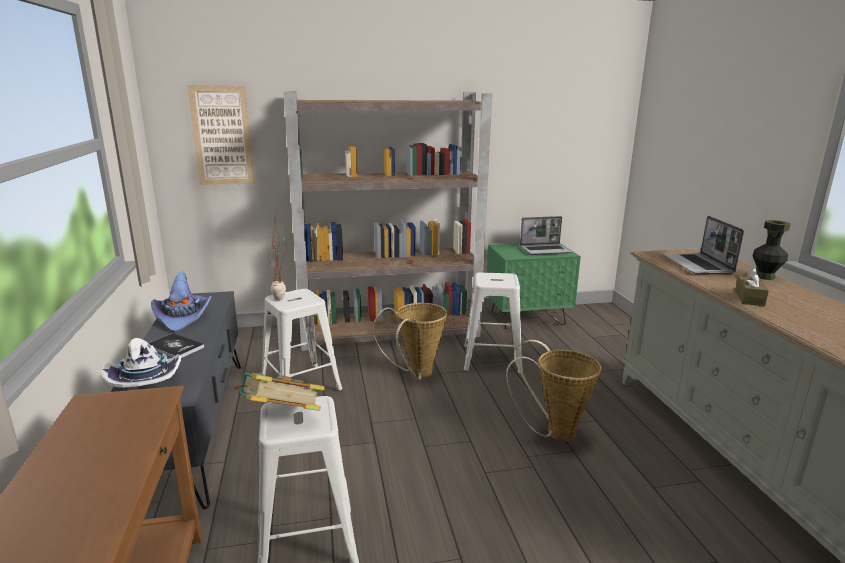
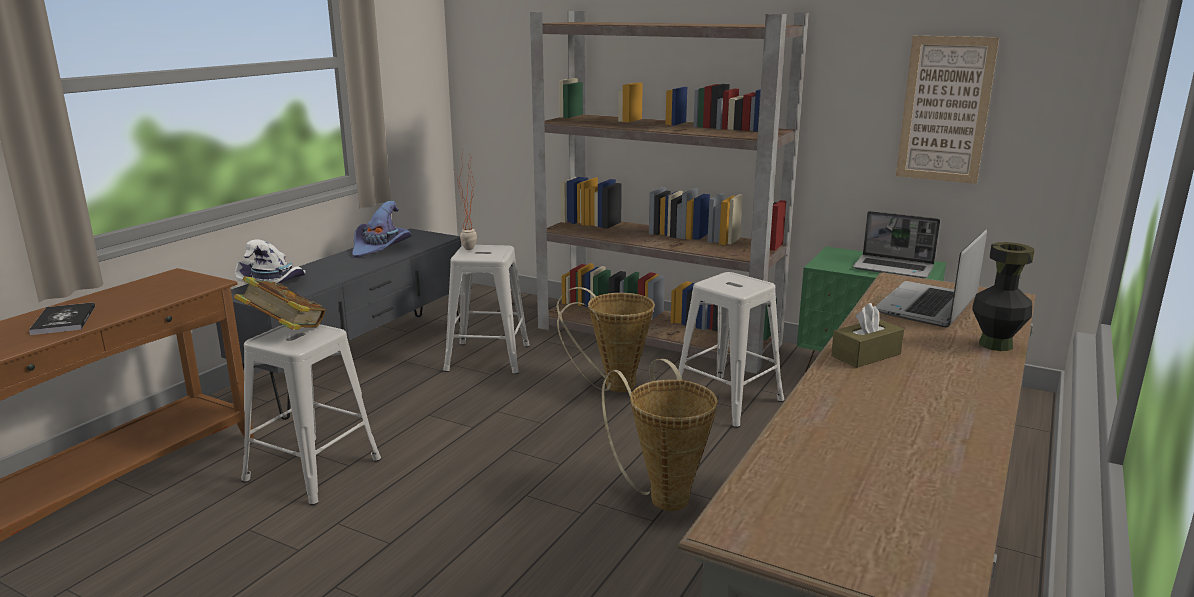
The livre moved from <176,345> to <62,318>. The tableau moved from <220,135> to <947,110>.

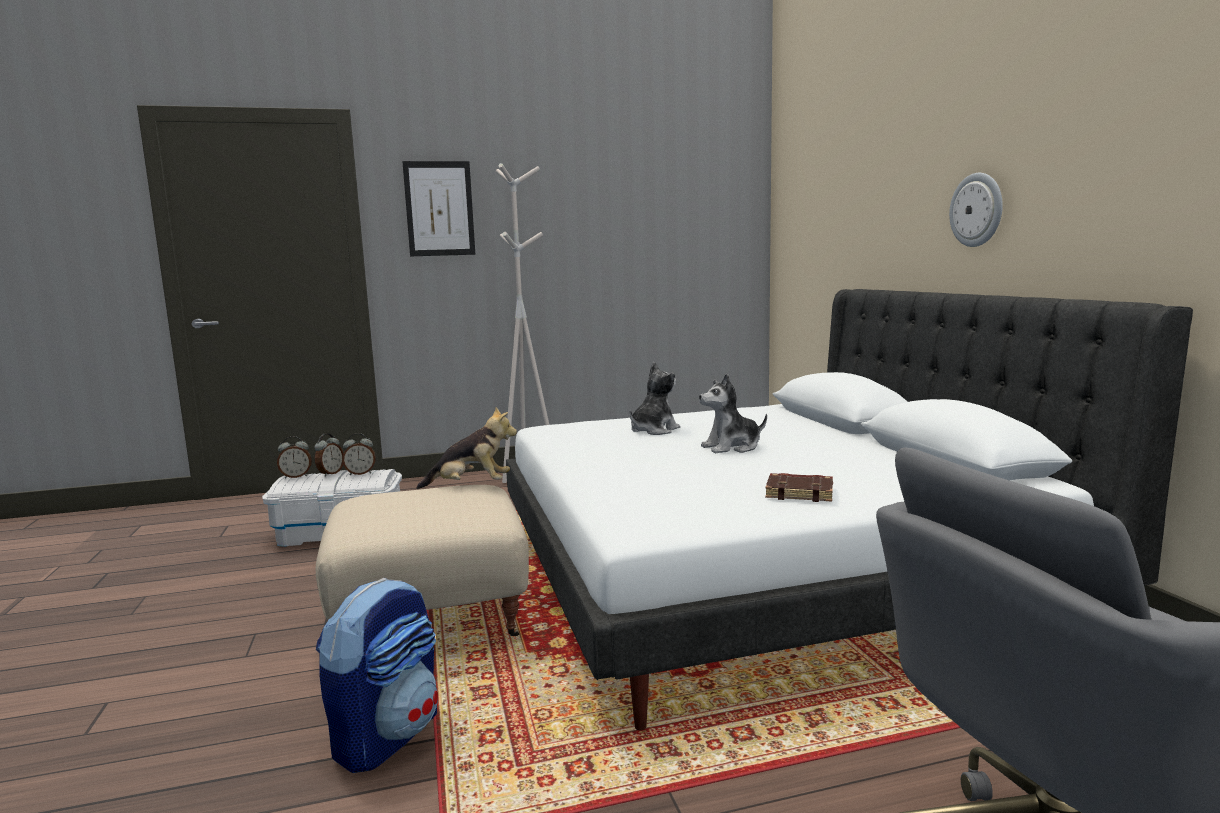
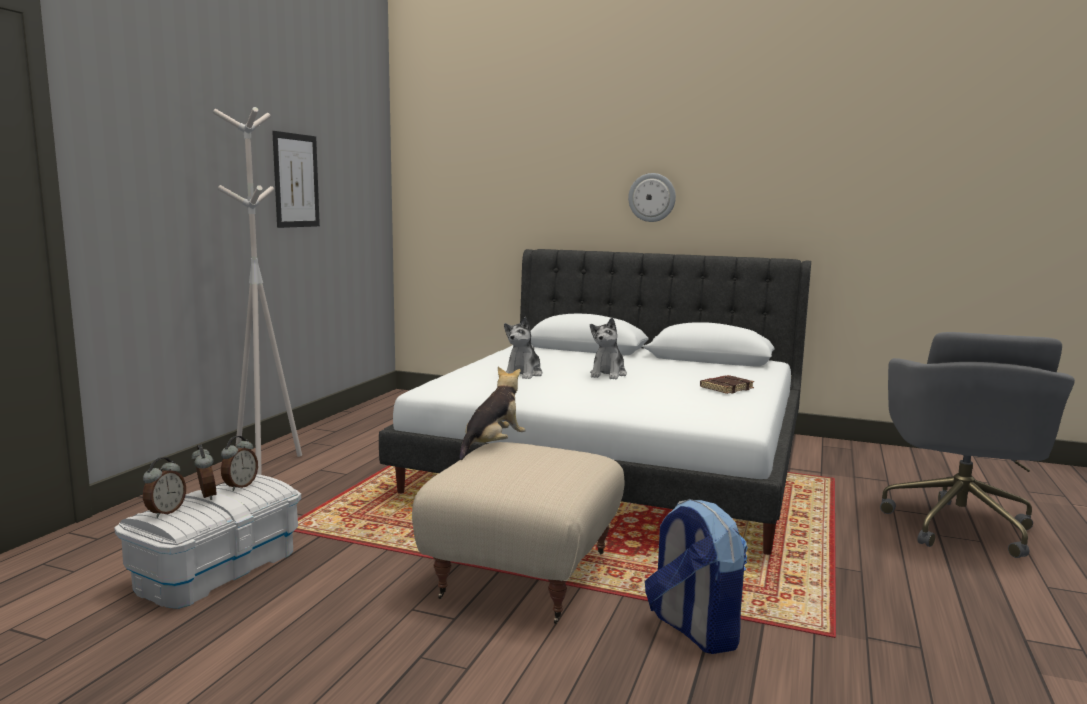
The tableau moved from <438,208> to <296,179>. The peluche at <654,398> turned 150 degrees counterclockwise.

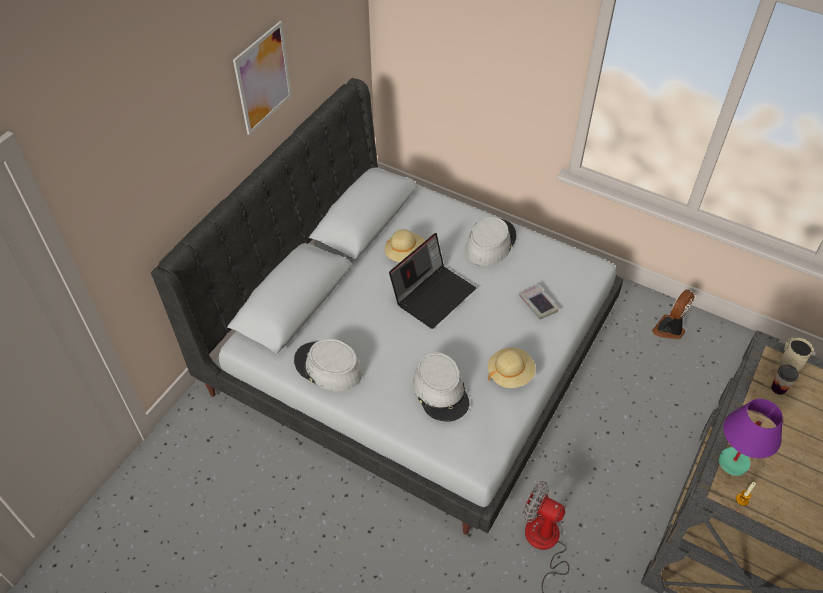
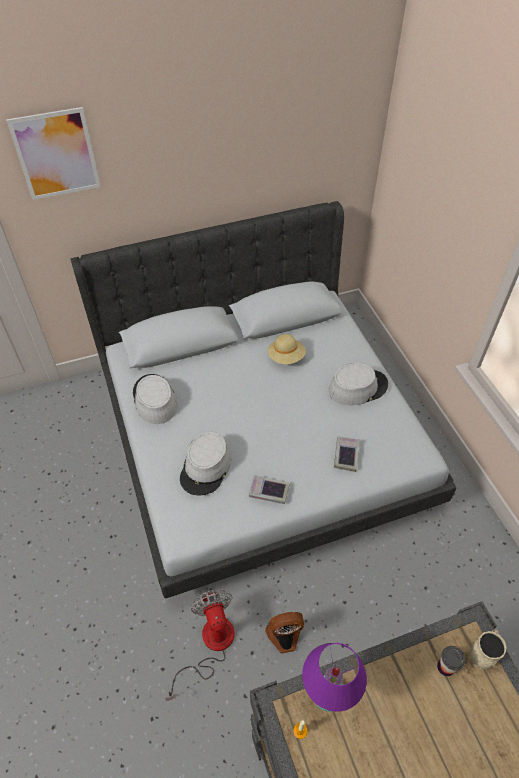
The tableau moved from <262,78> to <53,153>. The chapeau [beige] at <512,368> was replaced by the livre at <269,489>. The ventilateur moved from <673,315> to <284,633>. The ordinateur portable at <432,281> disappeared.

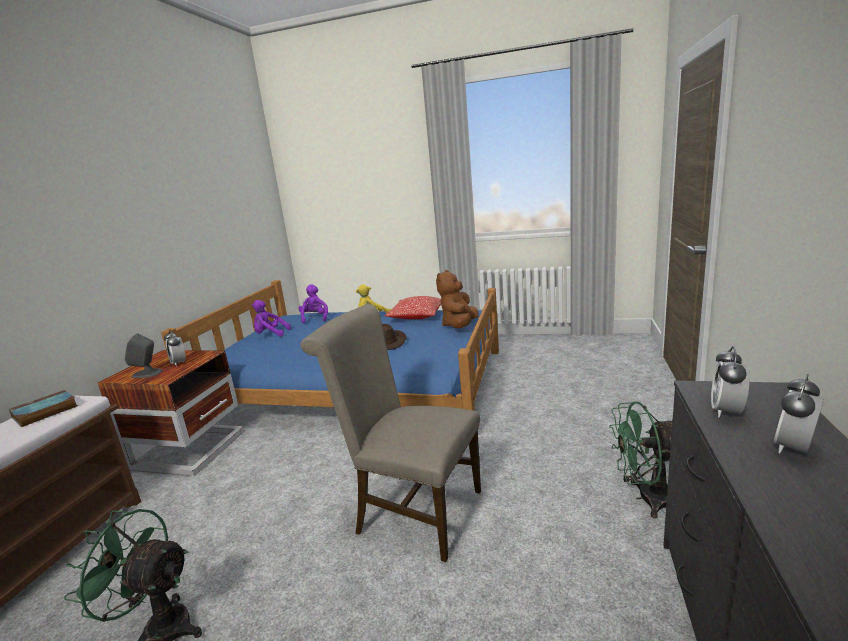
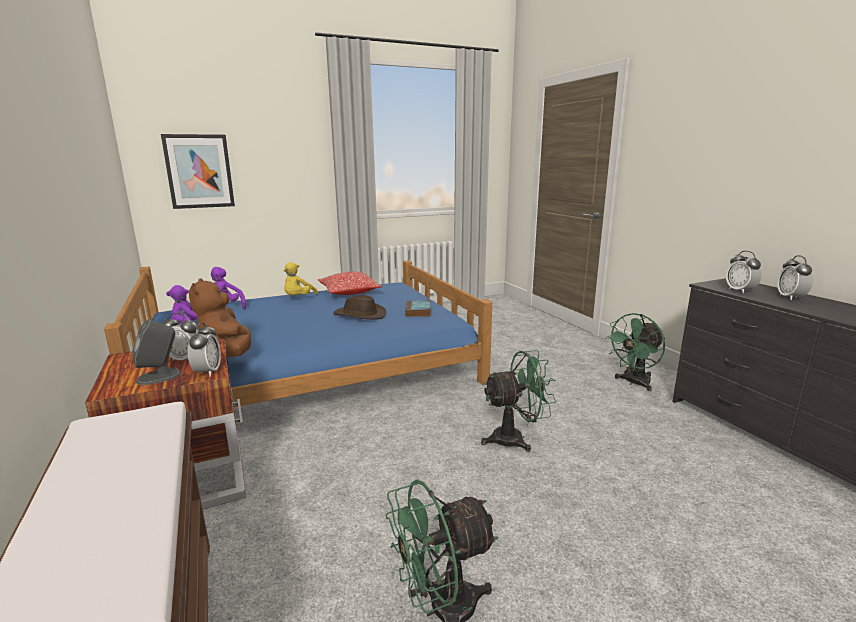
The tableau at <198,171> appeared. The réveil at <204,349> appeared. The peluche [marron] moved from <457,299> to <220,317>. The livre moved from <43,408> to <418,308>. The chaise [beige] at <390,433> was replaced by the ventilateur [vert] at <518,401>.

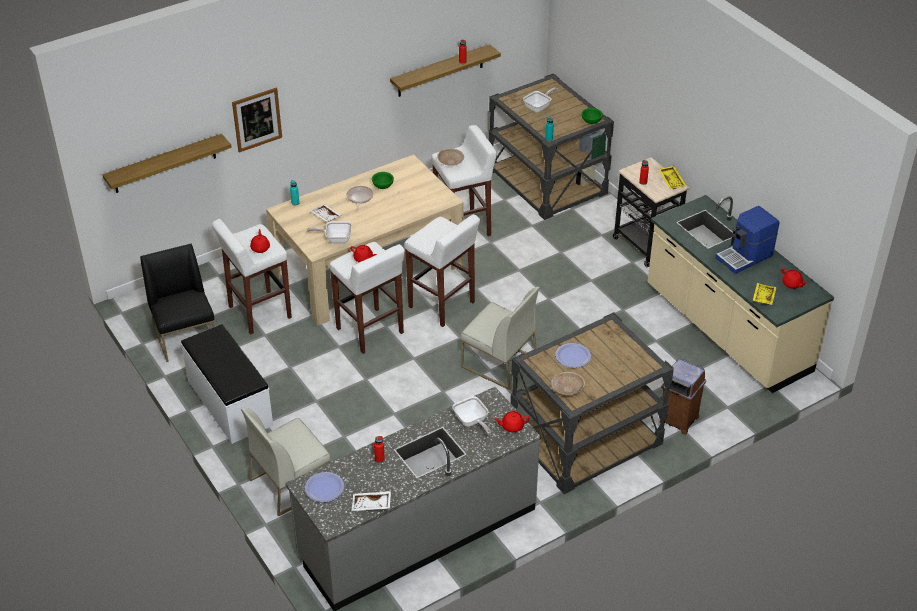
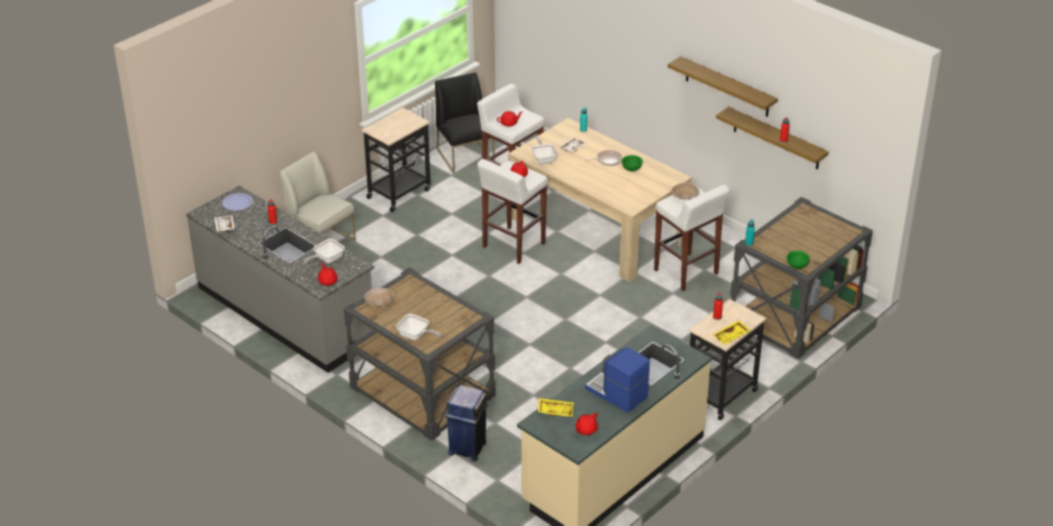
The banc [blanc] at <227,384> was replaced by the chariot at <396,160>. The poêle moved from <540,100> to <419,327>. The chaise [noir] at <177,303> turned 75 degrees counterclockwise. The poubelle [marron] at <683,397> became the poubelle [bleu] at <466,423>. The étagère moved from <167,163> to <723,86>. The tableau at <257,120> disappeared. The tabouret [blanc] at <442,270> disappeared. The chaise [blanc] at <500,338> disappeared. The assiette at <573,355> disappeared.

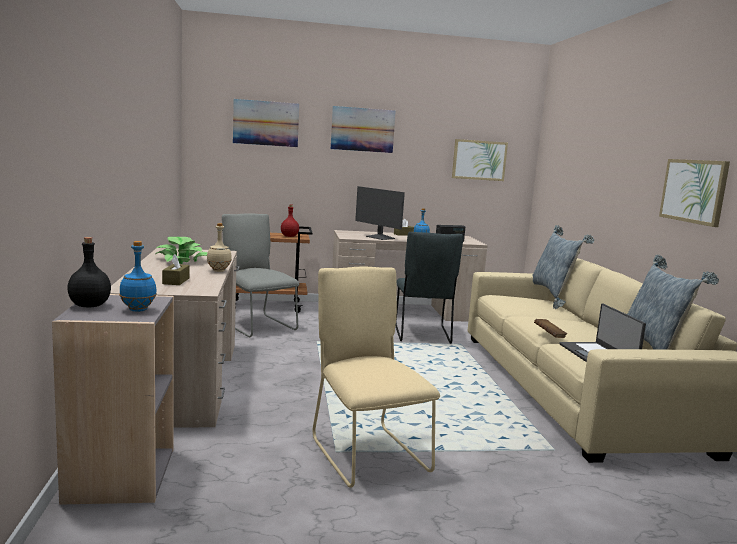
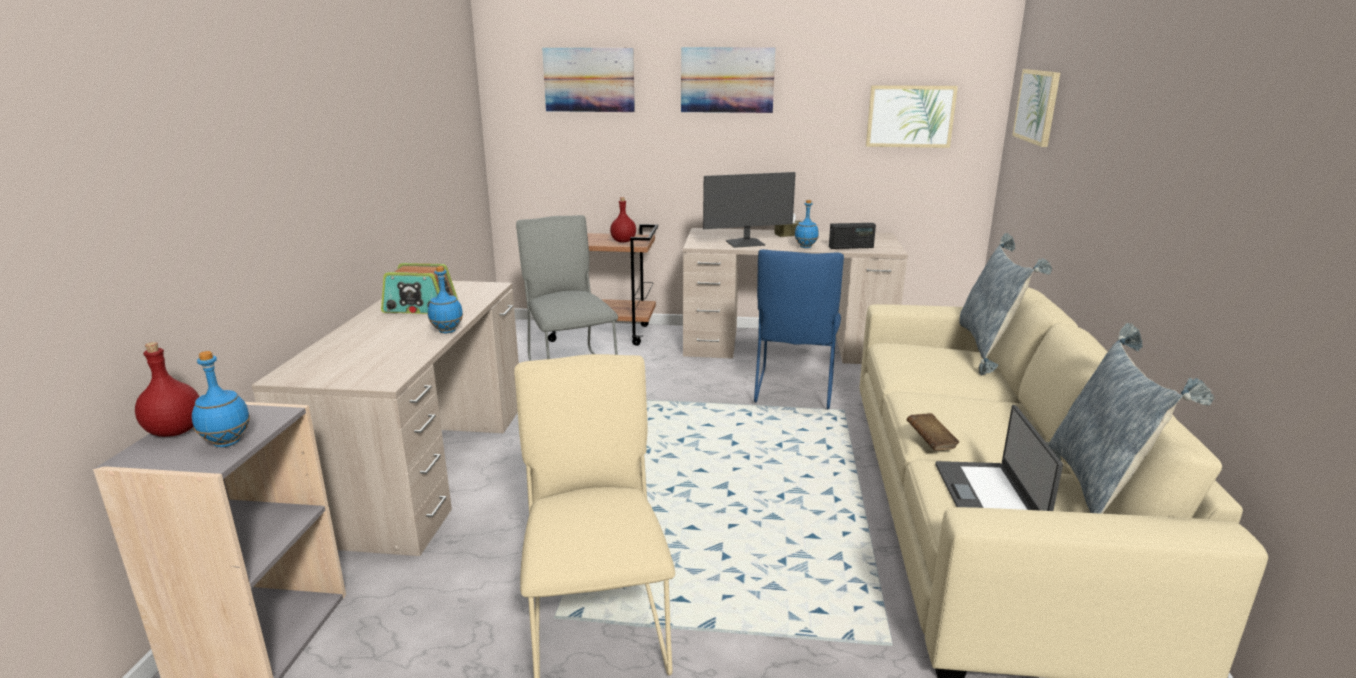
The bouteille [noir] at <89,272> became the bouteille [rouge] at <167,389>. The plante en pot at <182,250> was replaced by the radio at <419,288>. The bouteille [beige] at <219,247> became the bouteille [bleu] at <445,299>. The écran d'ordinateur at <380,213> turned 75 degrees counterclockwise. The chaise [gris] at <429,288> became the chaise [bleu] at <799,329>. The tableau moved from <694,193> to <1036,108>. The boîte à mouchoirs [marron] at <176,269> disappeared.

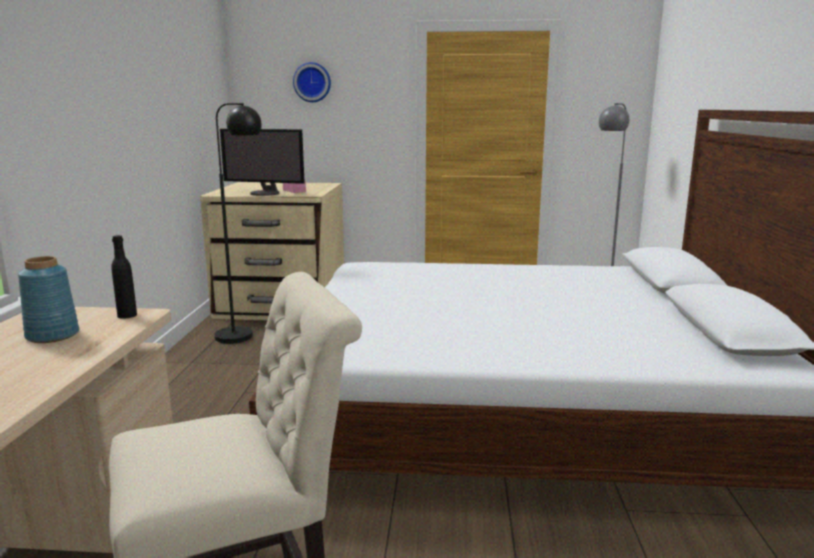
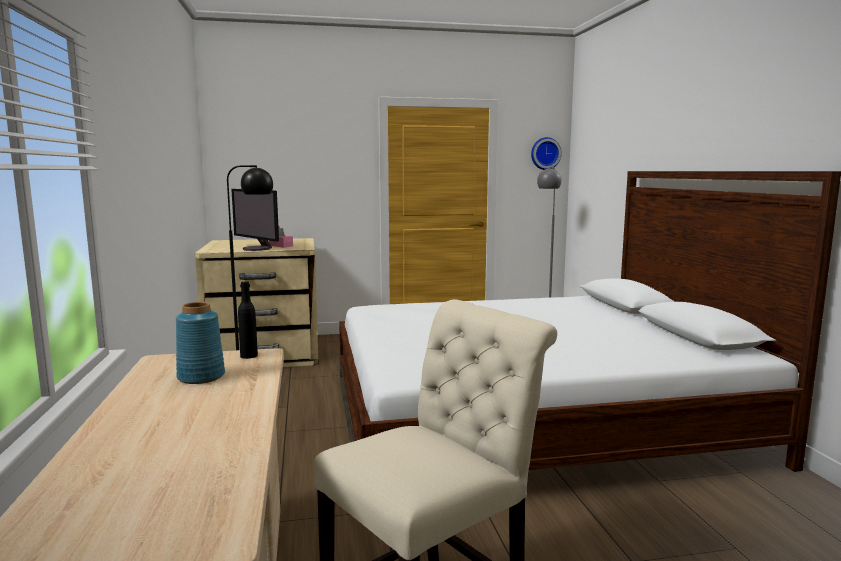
The écran d'ordinateur at <262,162> turned 45 degrees clockwise. The horloge murale moved from <312,82> to <546,153>.

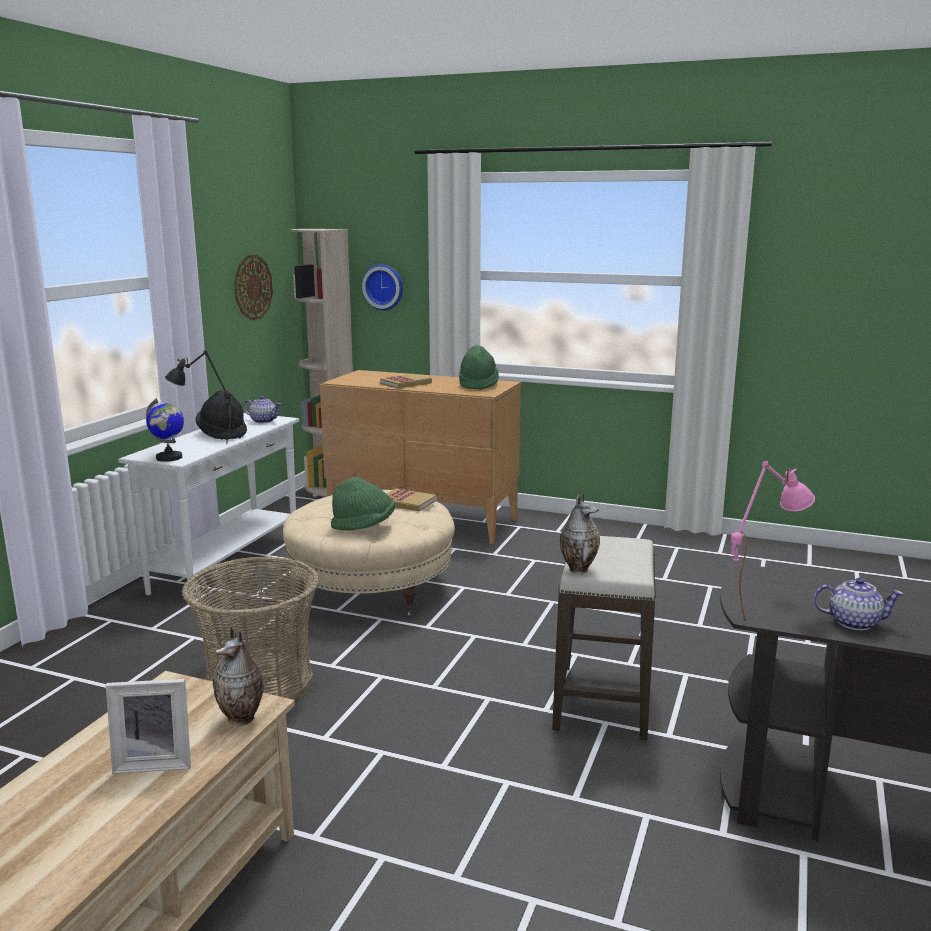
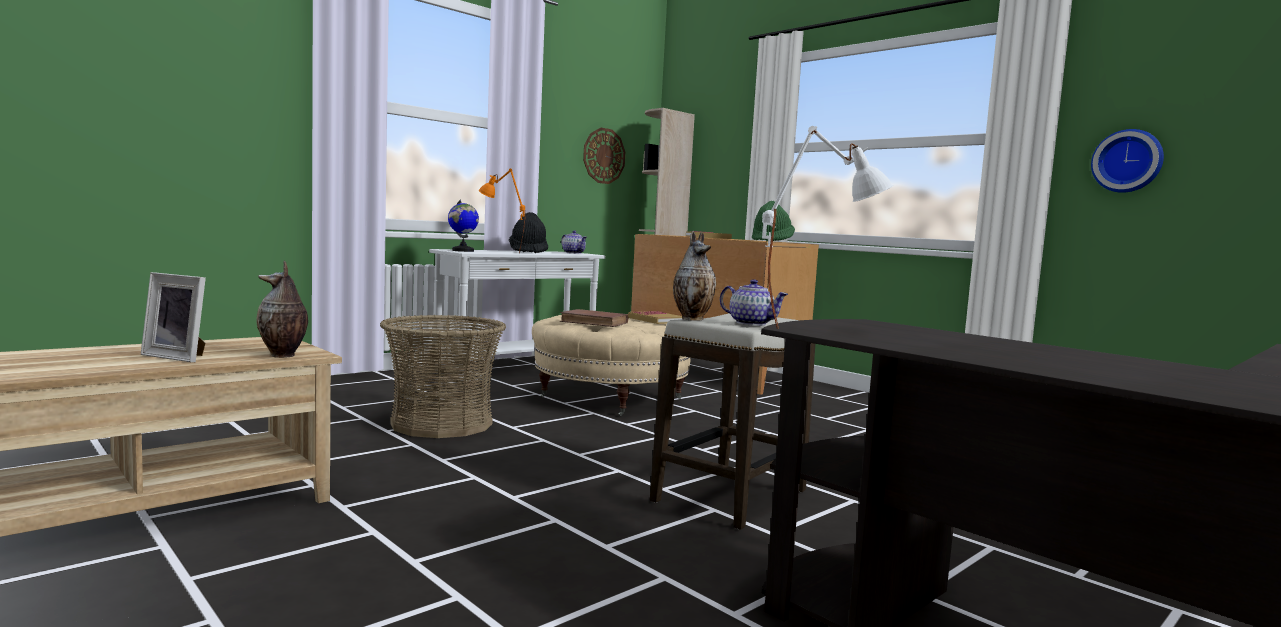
The lampe de table [noir] at <198,397> became the lampe de table [orange] at <502,210>. The chapeau [vert] at <363,504> was replaced by the livre [marron] at <594,318>. The théière moved from <858,604> to <754,302>. The lampe de table [rose] at <773,541> became the lampe de table [blanc] at <828,227>. The horloge murale moved from <382,287> to <1127,161>.

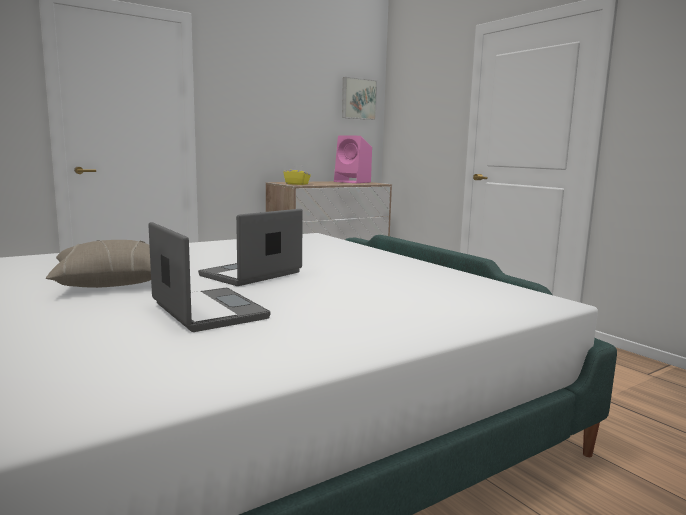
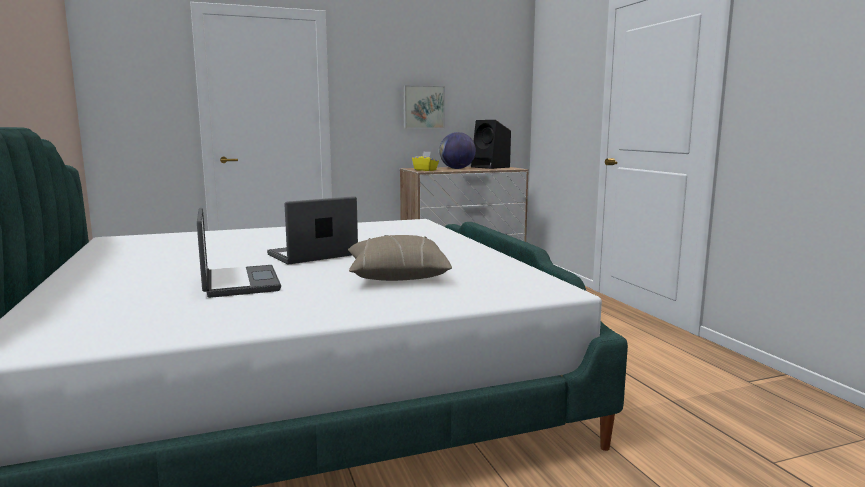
The coussin [beige] moved from <98,264> to <400,258>. The tableau moved from <359,98> to <424,106>. The globe at <457,150> appeared. The enceinte [rose] at <353,159> became the enceinte [noir] at <491,144>.

